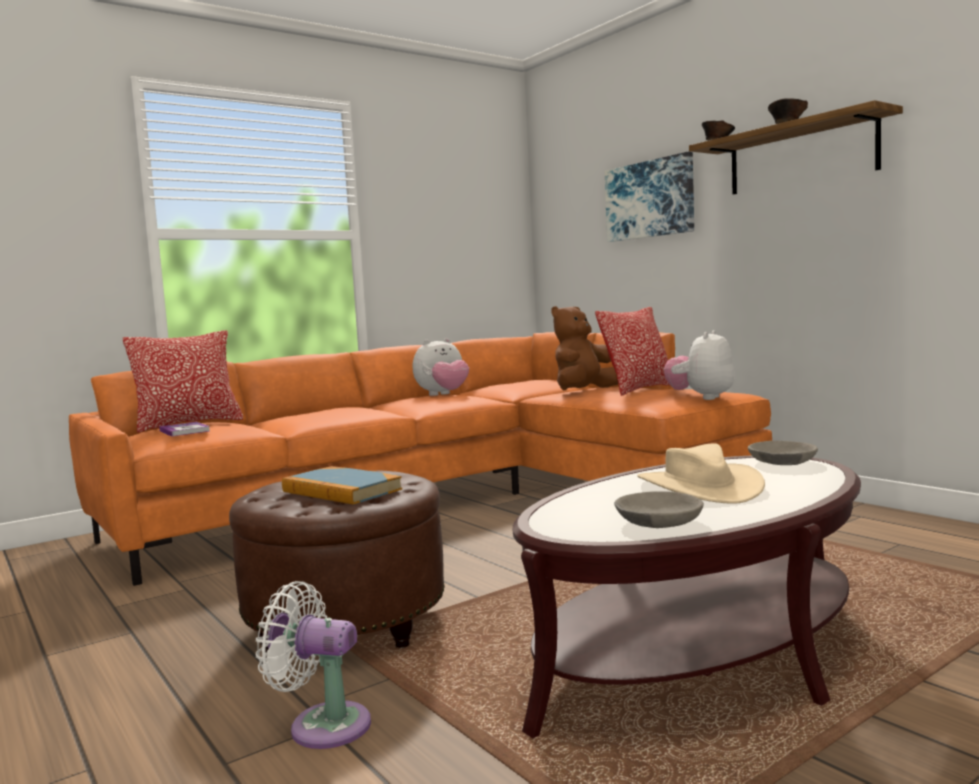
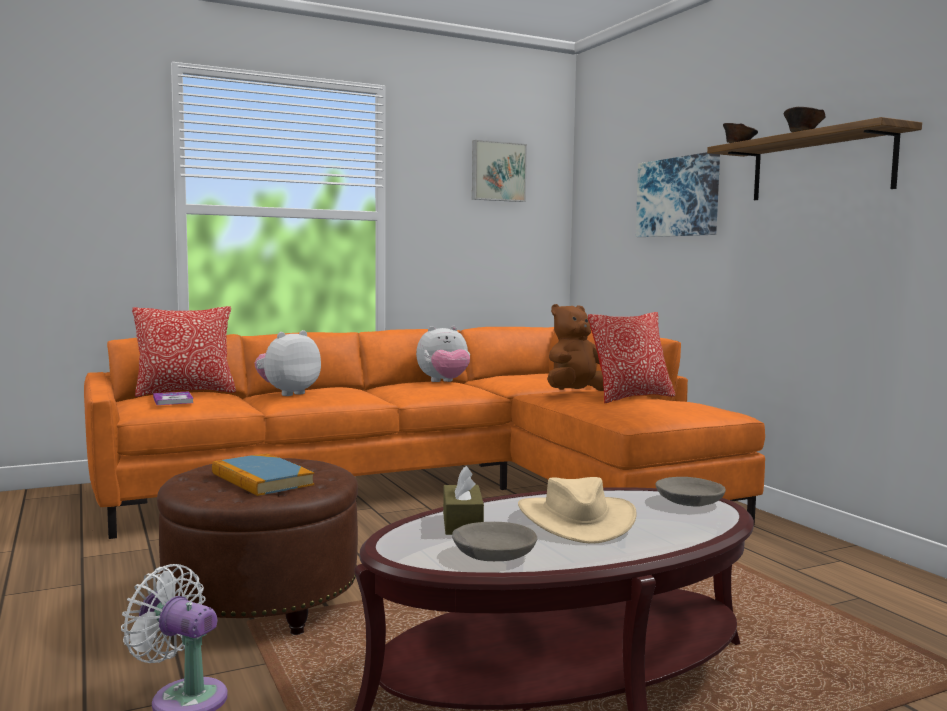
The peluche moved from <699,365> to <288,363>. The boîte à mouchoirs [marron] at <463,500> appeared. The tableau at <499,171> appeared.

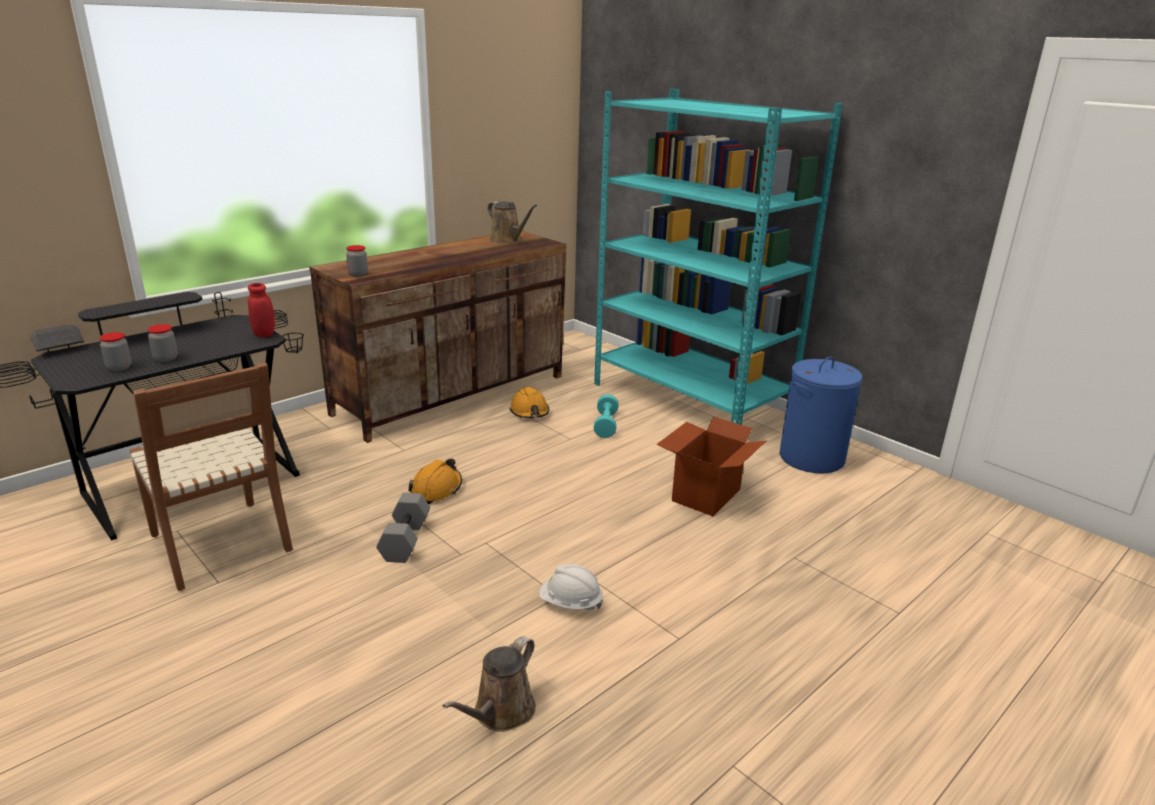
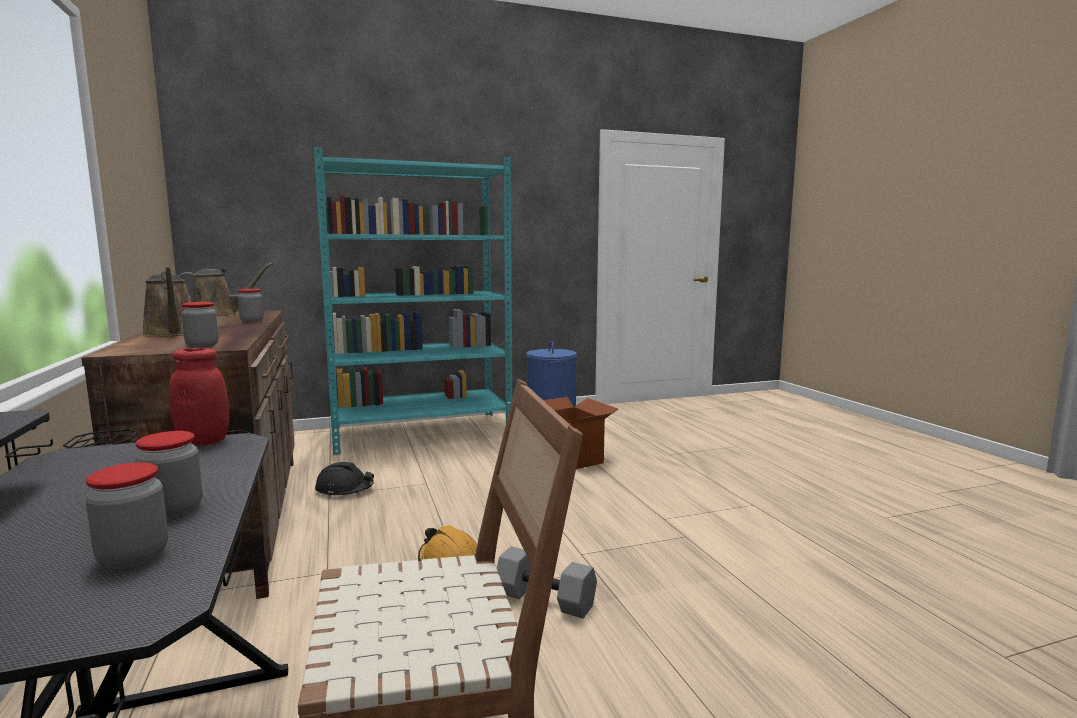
The arrosoir [marron] moved from <489,684> to <166,302>. The bocal at <251,305> appeared. The casque de chantier [orange] at <529,402> became the casque de chantier [noir] at <344,479>. The casque de chantier [blanc] at <571,587> disappeared. The haltère [turquoise] at <606,416> disappeared.

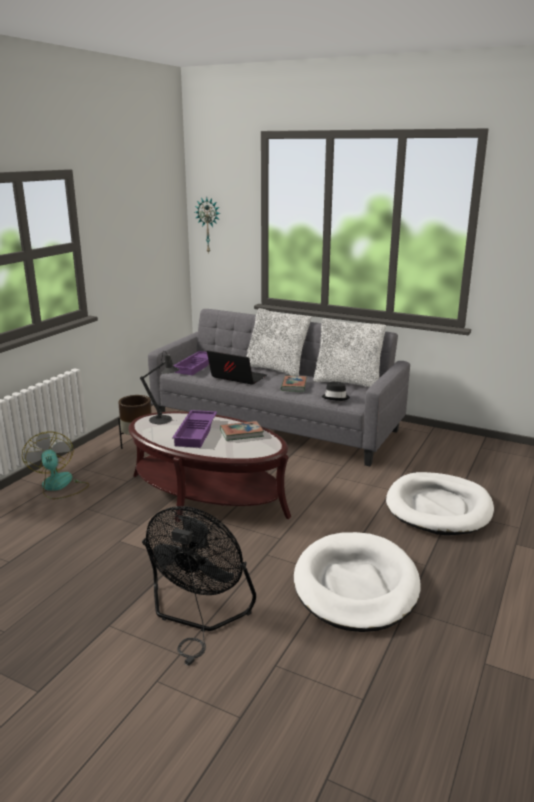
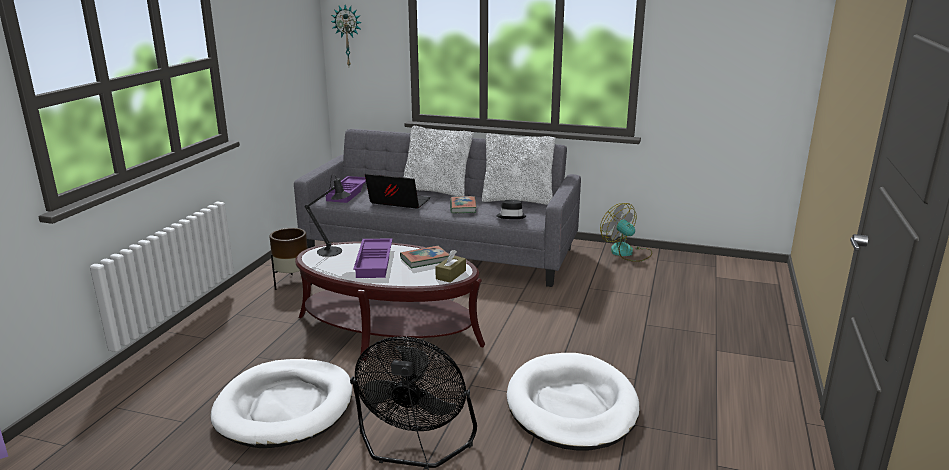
The panier pour chien [blanc] moved from <440,503> to <281,403>. The boîte à mouchoirs [marron] at <450,266> appeared. The ventilateur moved from <55,465> to <626,232>.

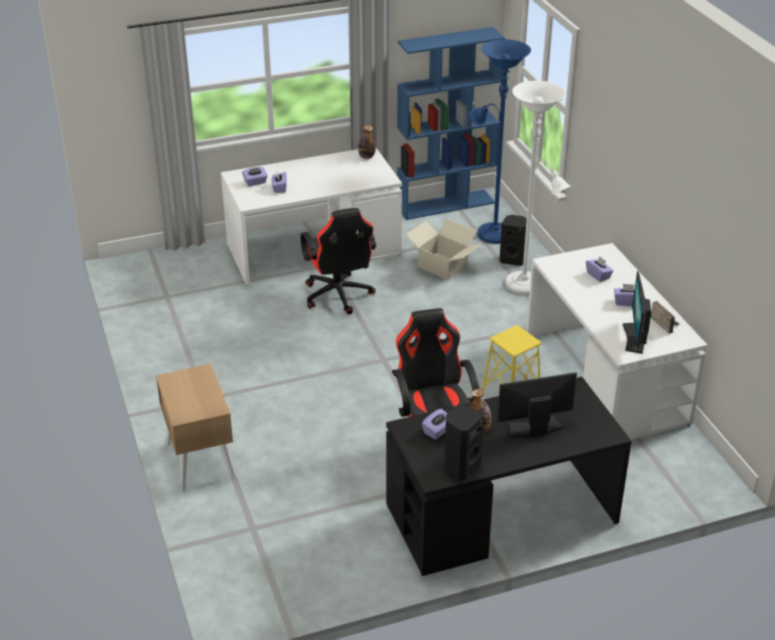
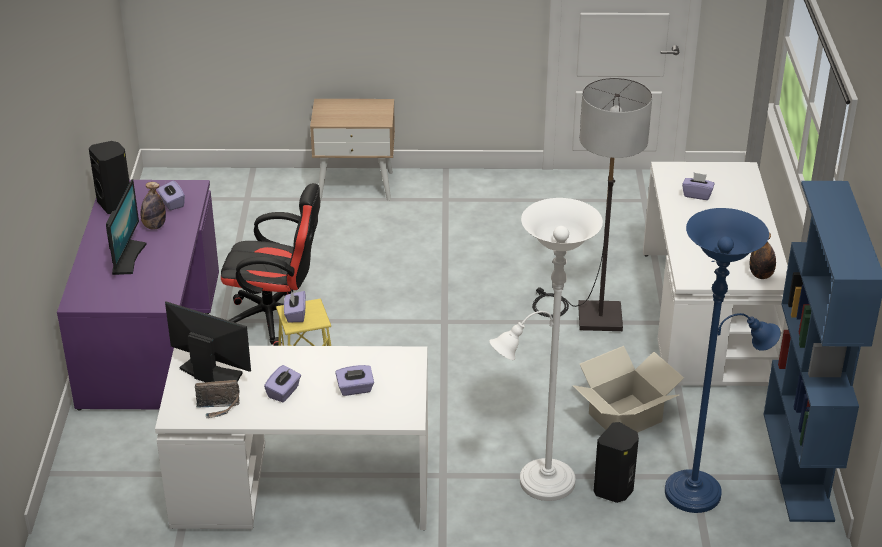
The bureau [noir] at <509,476> became the bureau [violet] at <138,295>. The boîte à mouchoirs [violet] moved from <255,176> to <295,306>. The chaise de bureau [noir] at <338,261> was replaced by the lampadaire at <592,204>.

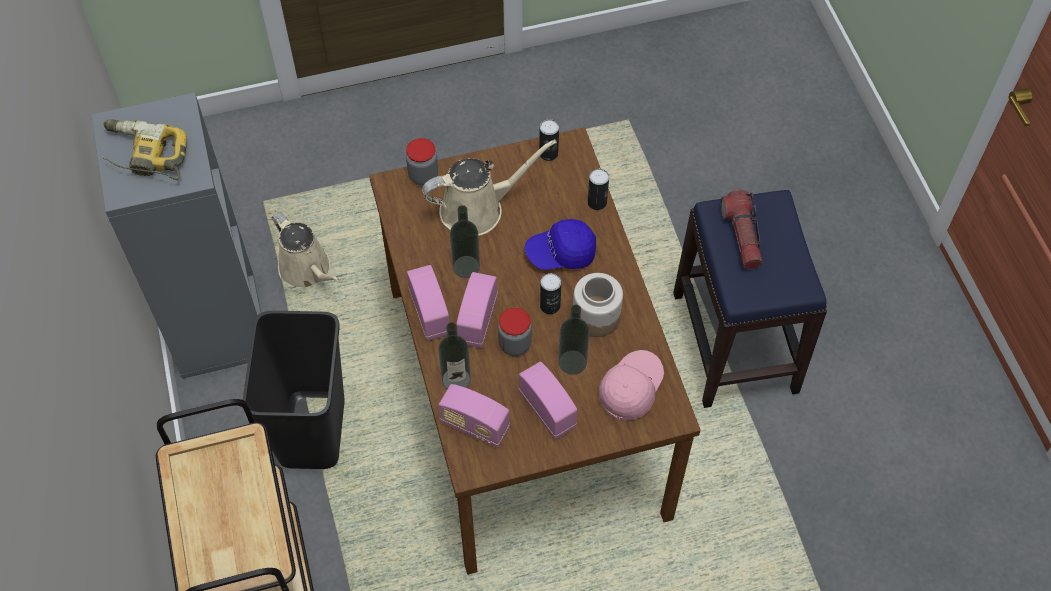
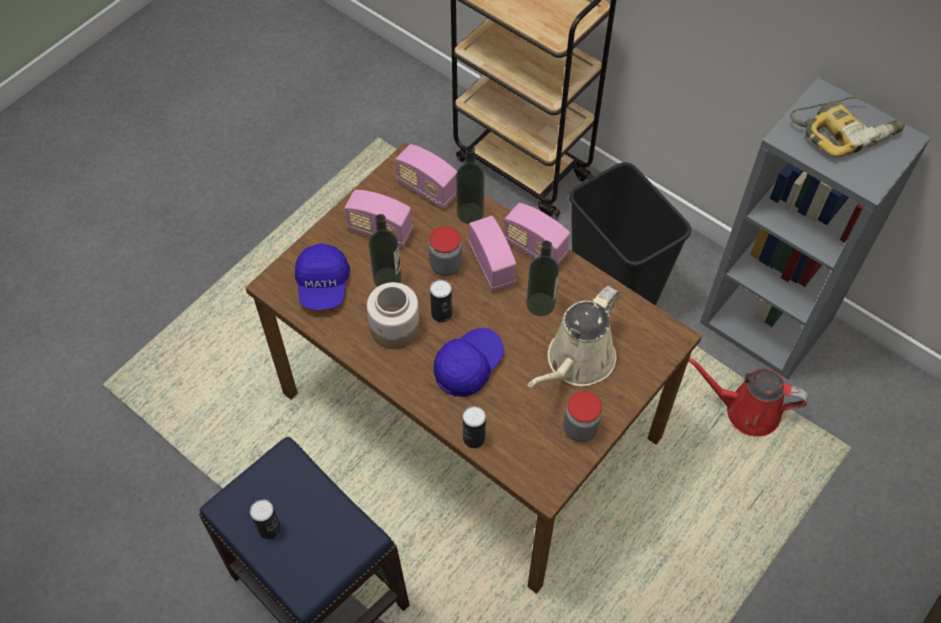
The boîte métallique moved from <549,140> to <265,519>. The casquette [rose] at <631,385> became the casquette [bleu] at <322,276>. The radio at <474,416> turned 135 degrees counterclockwise. The bocal moved from <422,162> to <582,416>. The arrosoir [beige] at <306,249> became the arrosoir [rouge] at <748,397>. The lampe de poche at <742,229> disappeared.

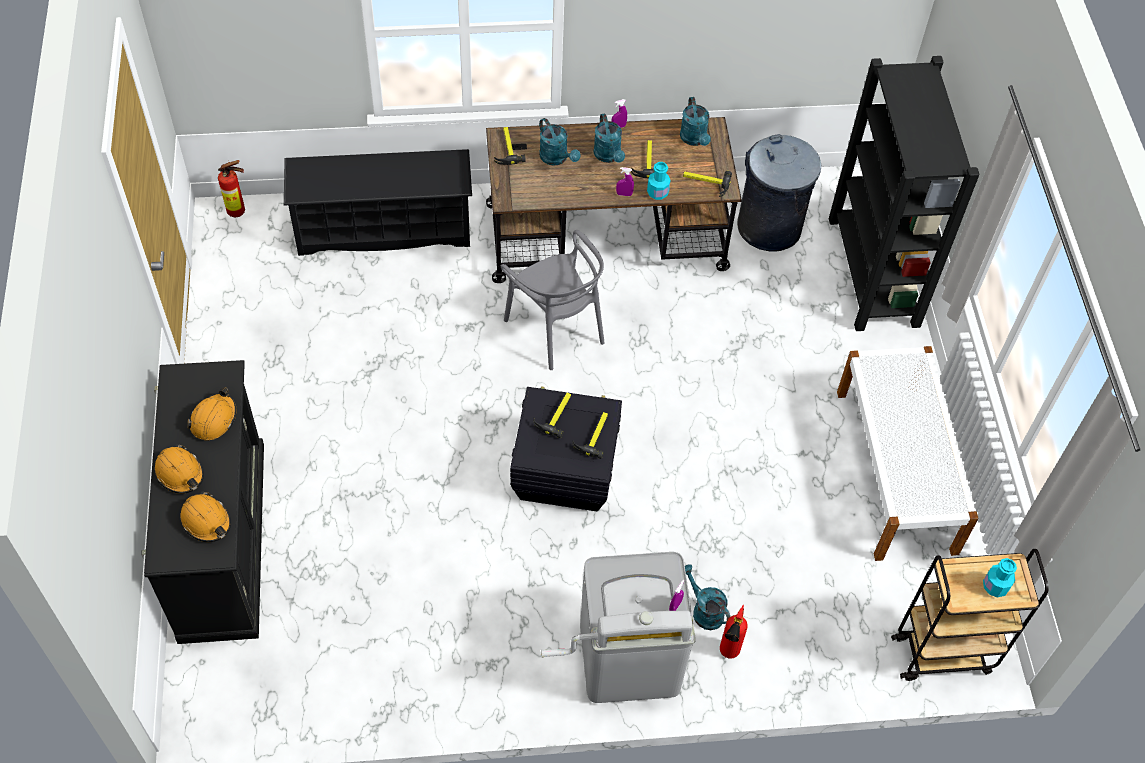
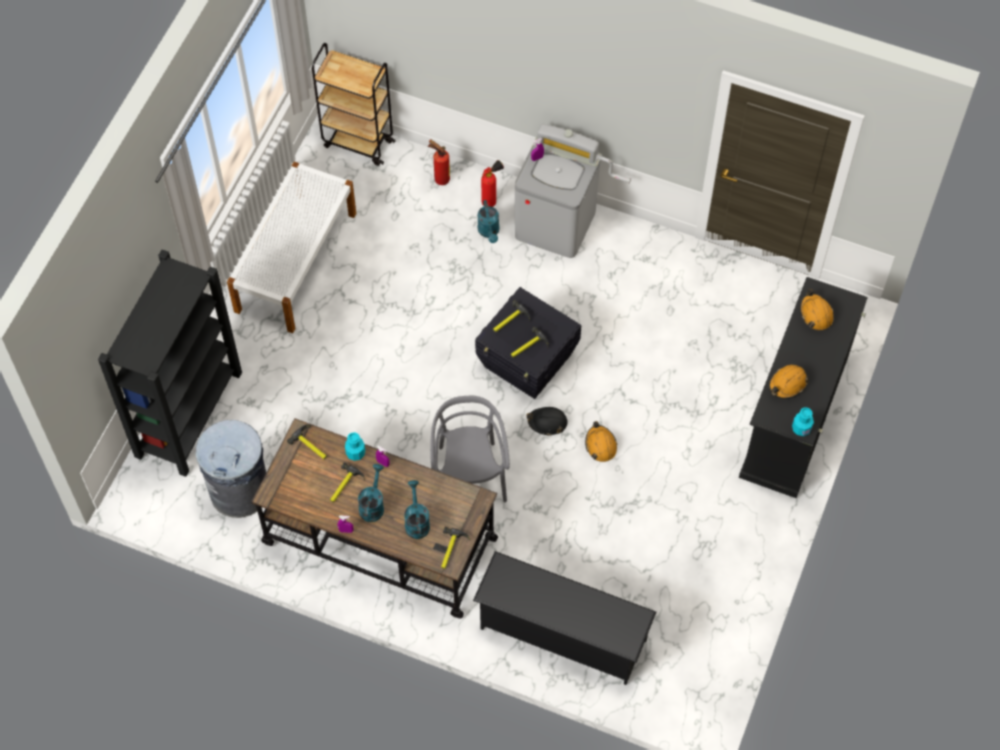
The extincteur moved from <231,188> to <439,162>. The casque de chantier [noir] at <547,421> appeared. The casque de chantier [orange] moved from <179,469> to <601,441>. The bouteille [turquoise] moved from <1000,578> to <803,421>. The arrosoir [turquoise] at <695,121> disappeared.

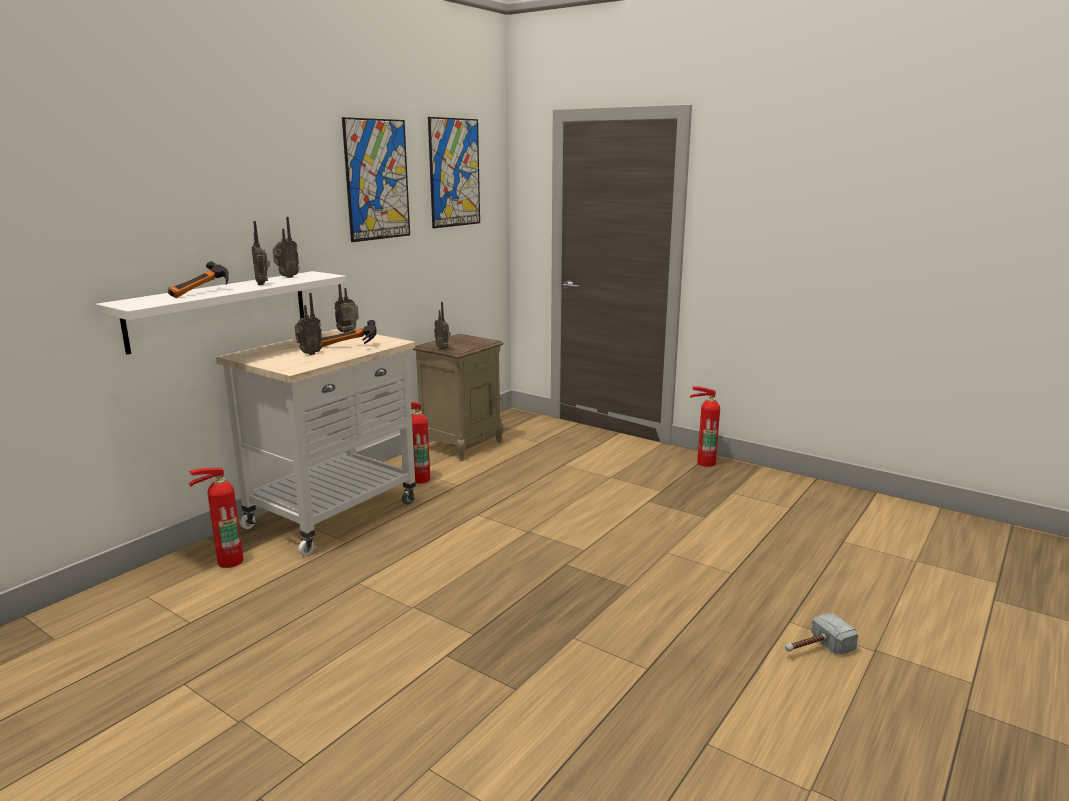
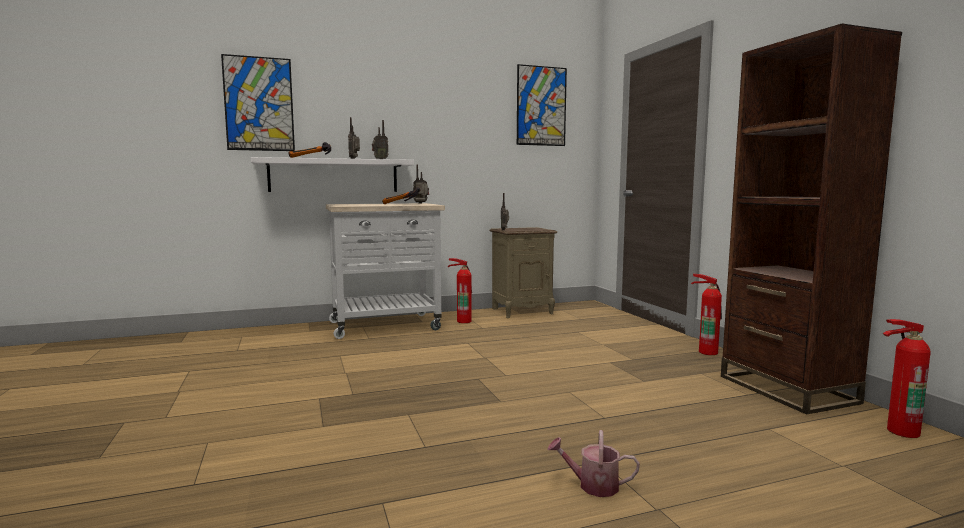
The tableau moved from <376,179> to <258,102>. The marteau at <821,634> was replaced by the arrosoir at <594,463>. The bibliothèque [marron] at <811,219> appeared. The extincteur moved from <216,518> to <907,378>. The radio at <309,324> disappeared.

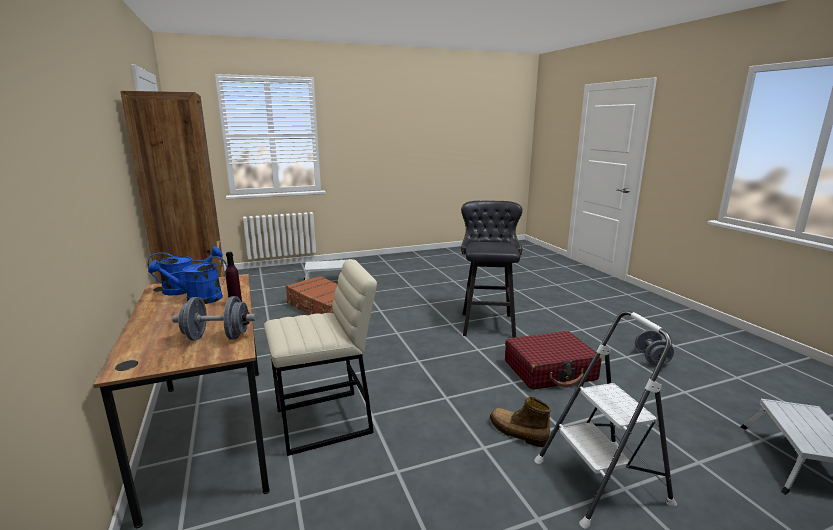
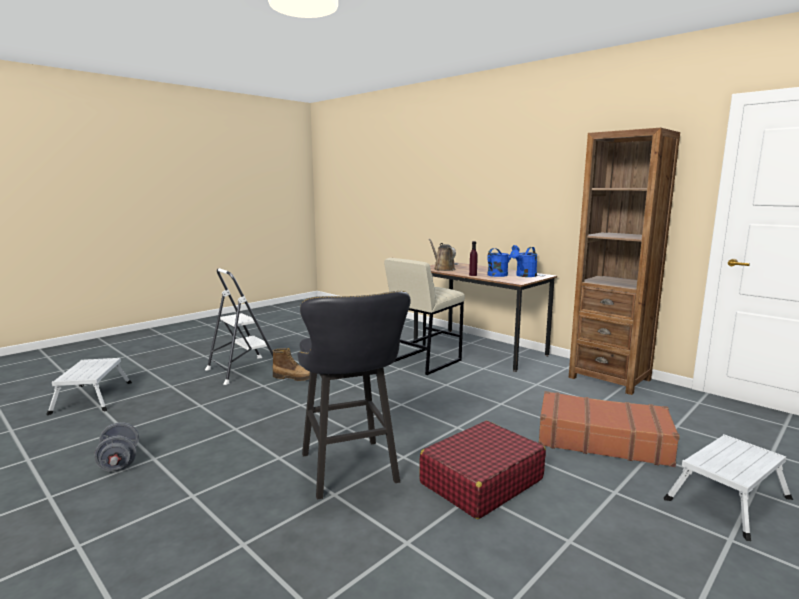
The valise [rouge] moved from <553,360> to <482,470>. The haltère [gris] at <214,318> was replaced by the arrosoir [marron] at <442,255>.

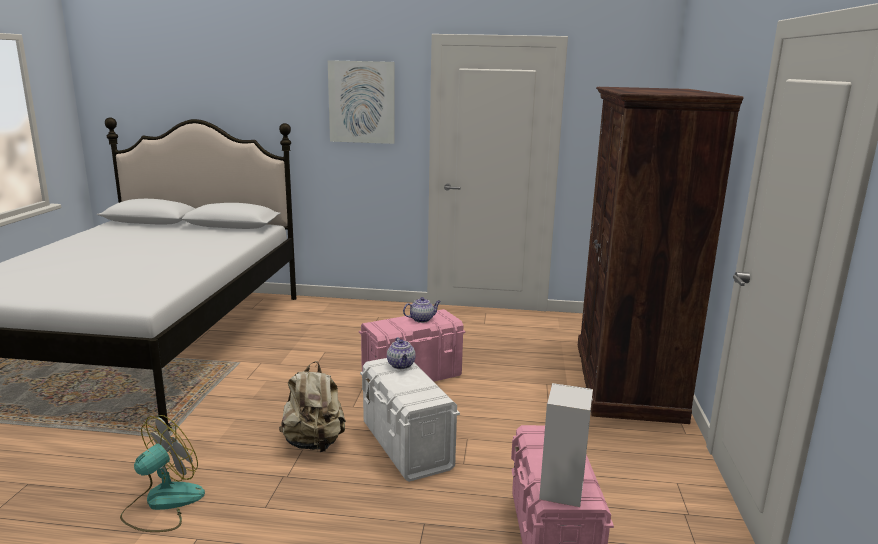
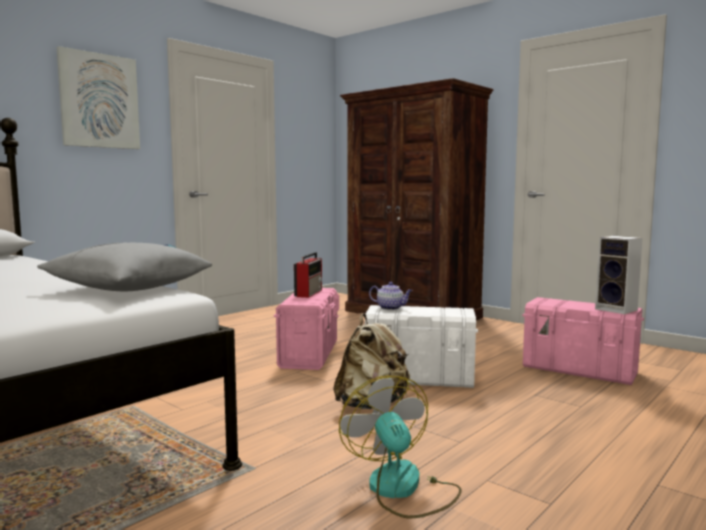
The coussin [gris] at <124,267> appeared. The théière at <422,310> was replaced by the radio at <308,275>.

